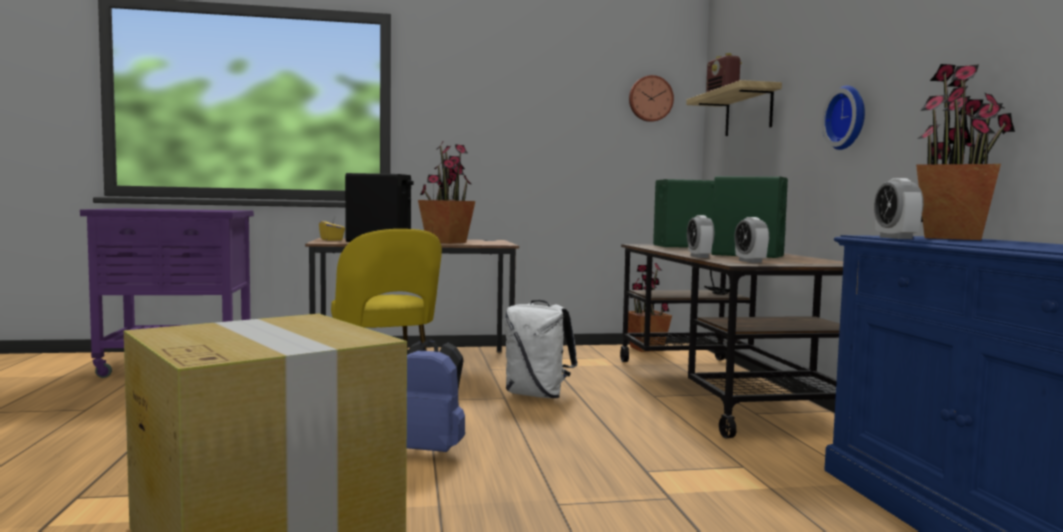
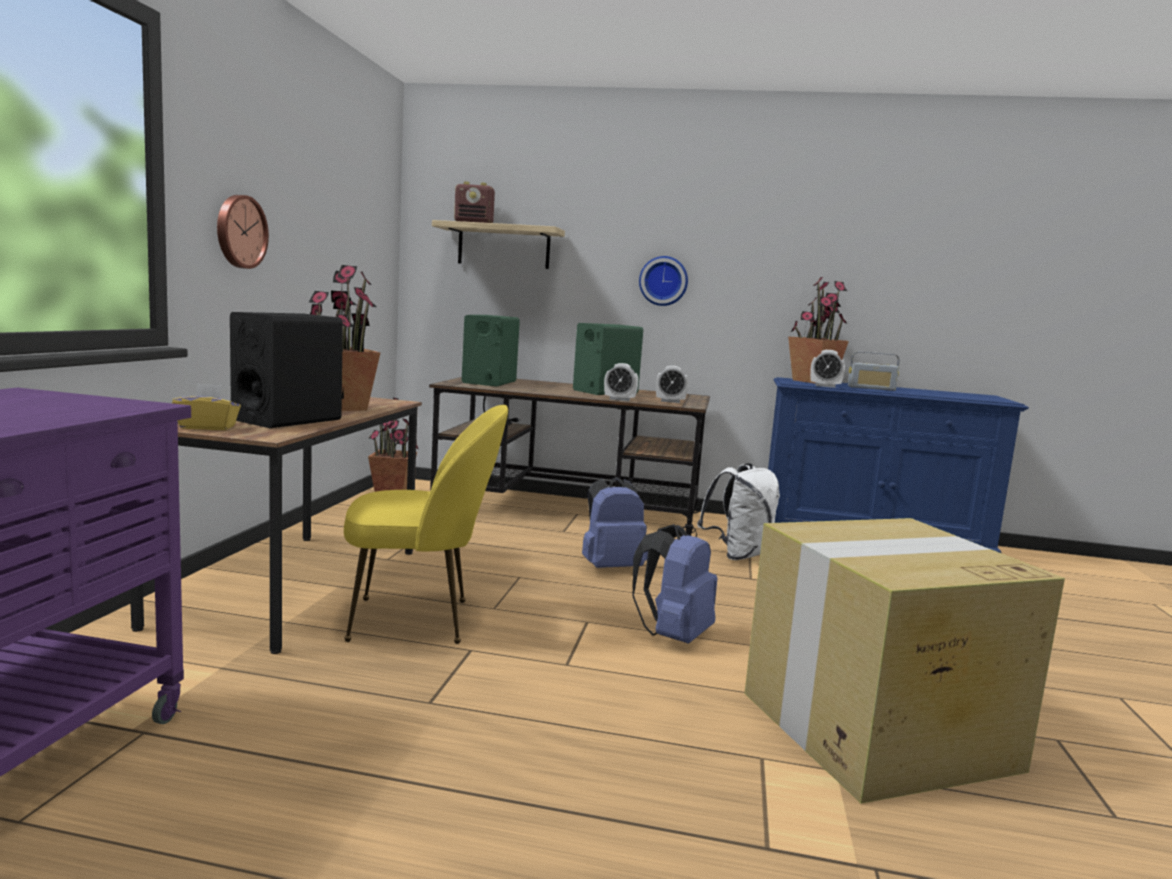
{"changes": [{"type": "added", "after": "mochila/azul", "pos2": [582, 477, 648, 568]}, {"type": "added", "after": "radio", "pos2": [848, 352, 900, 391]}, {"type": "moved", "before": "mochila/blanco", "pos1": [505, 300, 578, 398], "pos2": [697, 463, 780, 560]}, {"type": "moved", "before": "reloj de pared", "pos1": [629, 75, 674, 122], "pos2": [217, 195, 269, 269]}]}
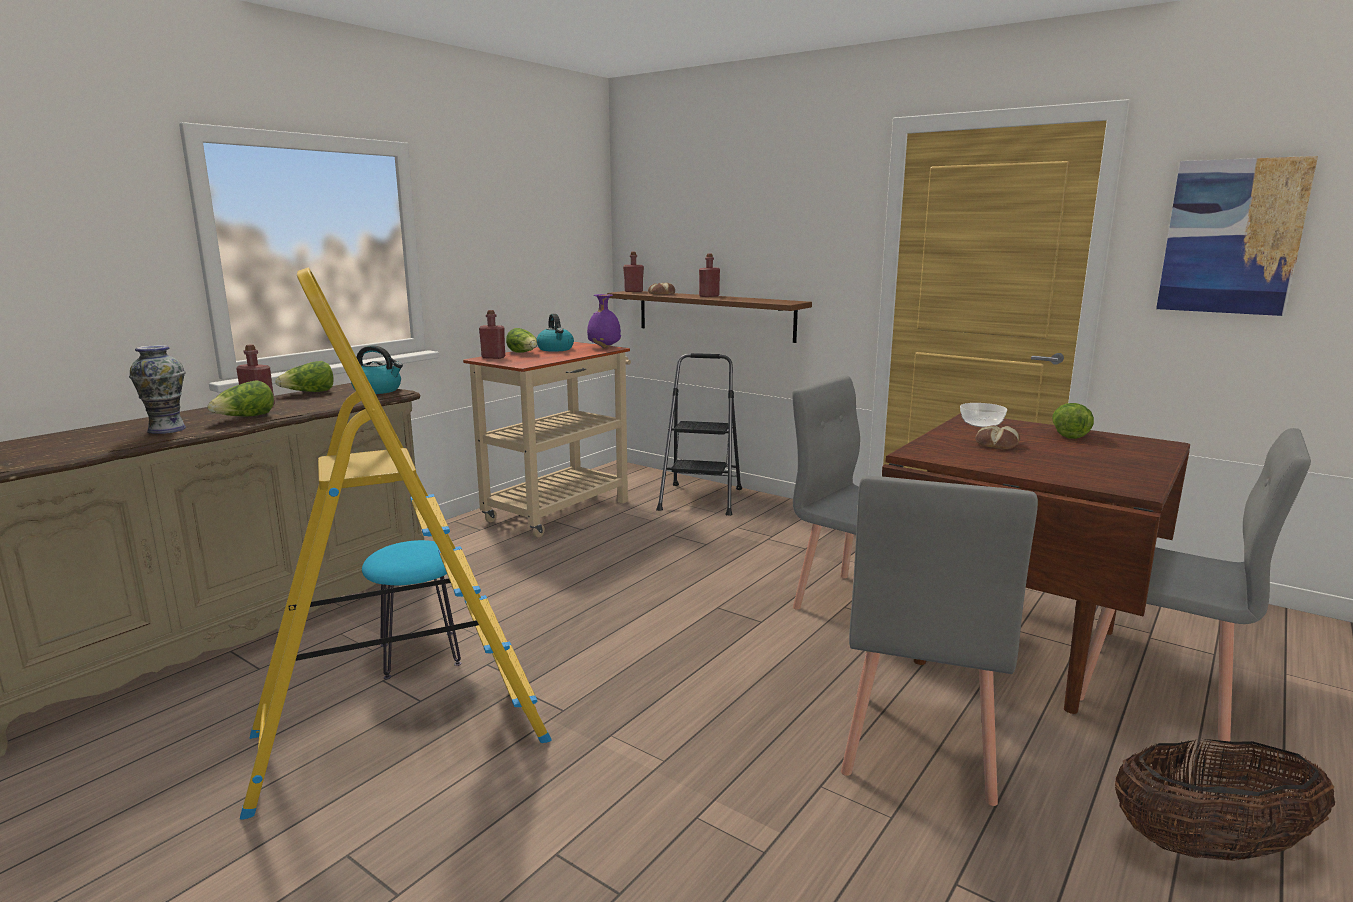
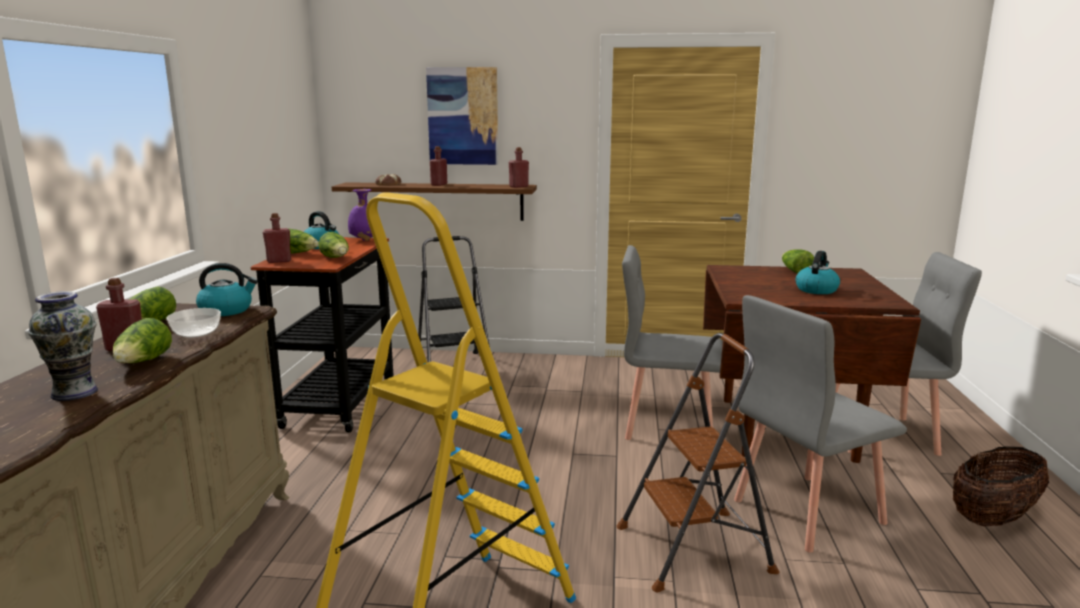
{"changes": [{"type": "removed", "before": "taburete/turquesa", "pos1": [362, 540, 461, 679]}, {"type": "removed", "before": "pan", "pos1": [975, 425, 1020, 449]}, {"type": "added", "after": "lechuga", "pos2": [319, 232, 349, 258]}, {"type": "added", "after": "escalera de tijera/marrón", "pos2": [617, 333, 780, 592]}, {"type": "added", "after": "hervidor", "pos2": [795, 251, 840, 294]}, {"type": "moved", "before": "botella/rojo", "pos1": [623, 252, 644, 292], "pos2": [509, 147, 529, 188]}, {"type": "moved", "before": "cuenco", "pos1": [960, 403, 1007, 427], "pos2": [167, 308, 221, 338]}, {"type": "moved", "before": "cuadro", "pos1": [1156, 156, 1318, 316], "pos2": [426, 67, 498, 165]}, {"type": "recoloured", "before": "carrito/beis", "after": "carrito/negro", "pos1": [463, 342, 631, 538], "pos2": [251, 237, 394, 432]}, {"type": "turned", "before": "silla/gris", "pos1": [841, 476, 1038, 806], "pos2": [734, 295, 907, 553], "turn": 75}]}
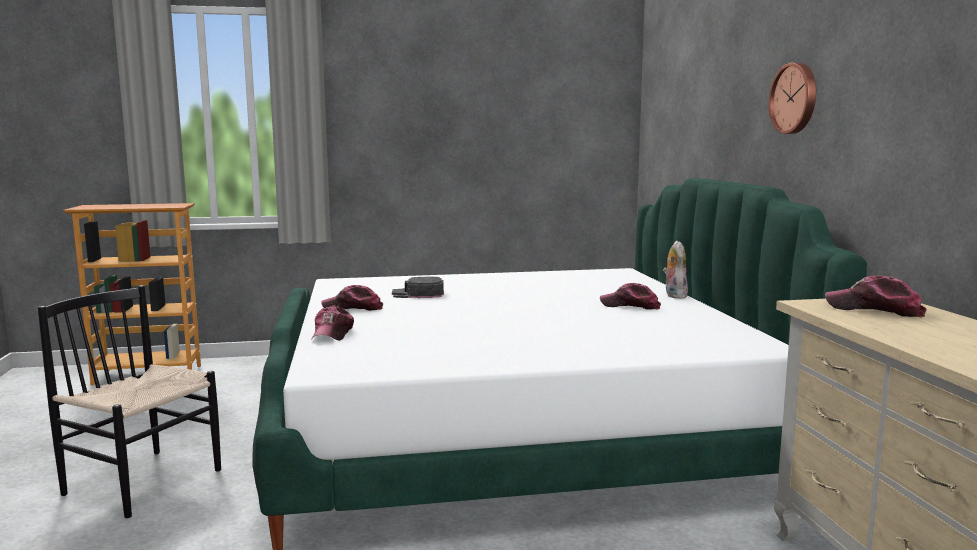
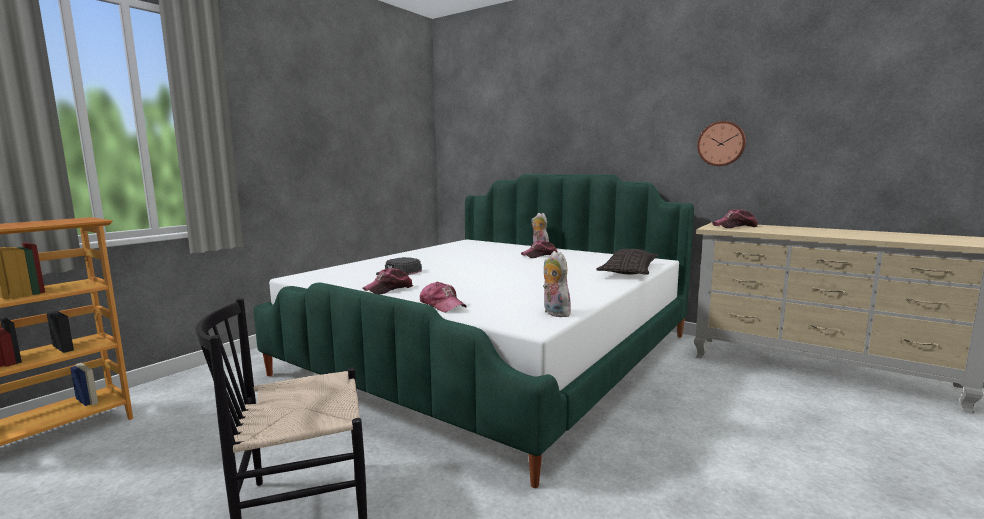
{"changes": [{"type": "added", "after": "peluche", "pos2": [543, 251, 571, 317]}, {"type": "added", "after": "cojín", "pos2": [596, 249, 658, 275]}, {"type": "moved", "before": "reloj de pared", "pos1": [769, 63, 816, 134], "pos2": [697, 121, 746, 166]}]}
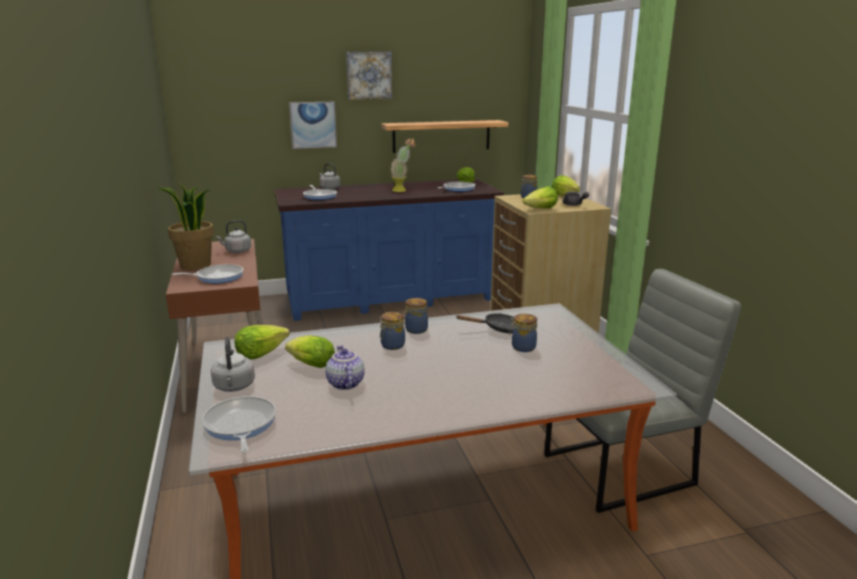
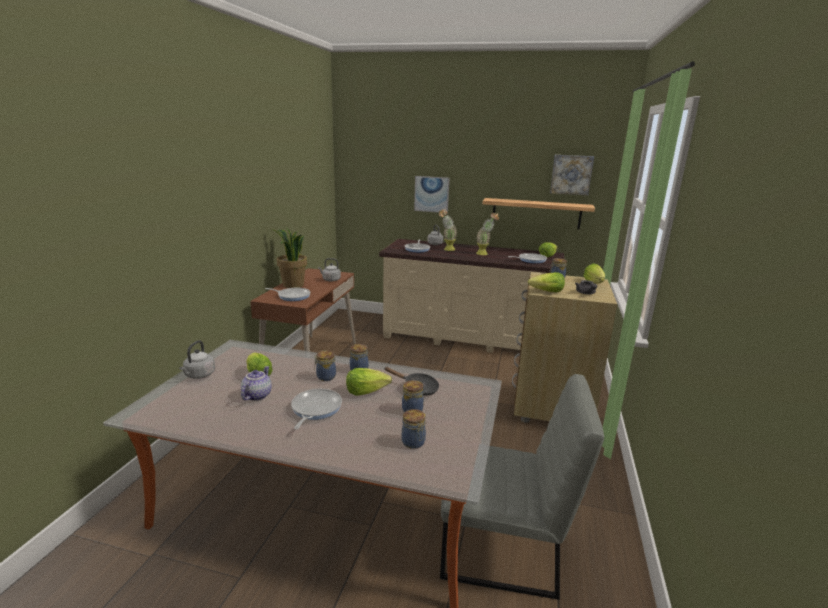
{"changes": [{"type": "added", "after": "tarro", "pos2": [402, 409, 426, 449]}, {"type": "added", "after": "planta en maceta", "pos2": [439, 209, 457, 251]}, {"type": "moved", "before": "sartén", "pos1": [202, 396, 276, 453], "pos2": [291, 389, 342, 430]}, {"type": "moved", "before": "lechuga", "pos1": [235, 325, 290, 359], "pos2": [346, 368, 392, 395]}, {"type": "moved", "before": "cuadro", "pos1": [346, 52, 392, 100], "pos2": [550, 155, 594, 196]}, {"type": "recoloured", "before": "armario/azul", "after": "armario/beis", "pos1": [274, 178, 504, 321], "pos2": [379, 239, 564, 353]}]}
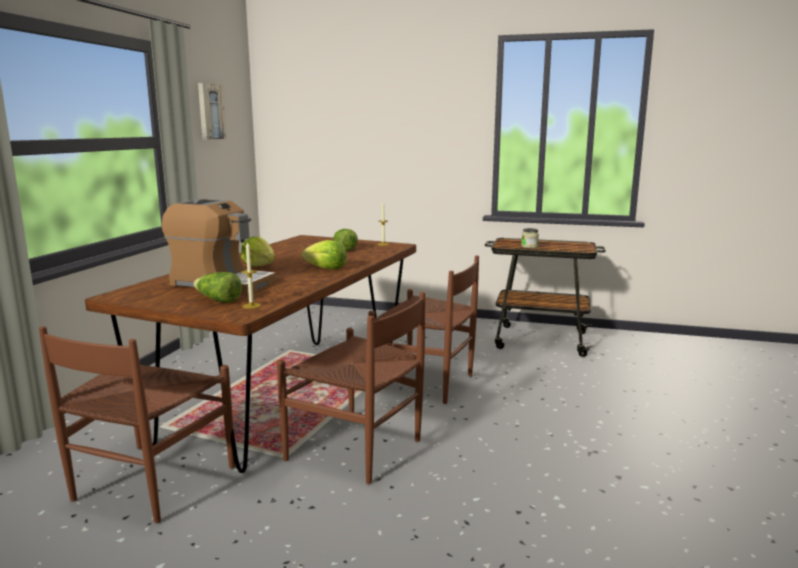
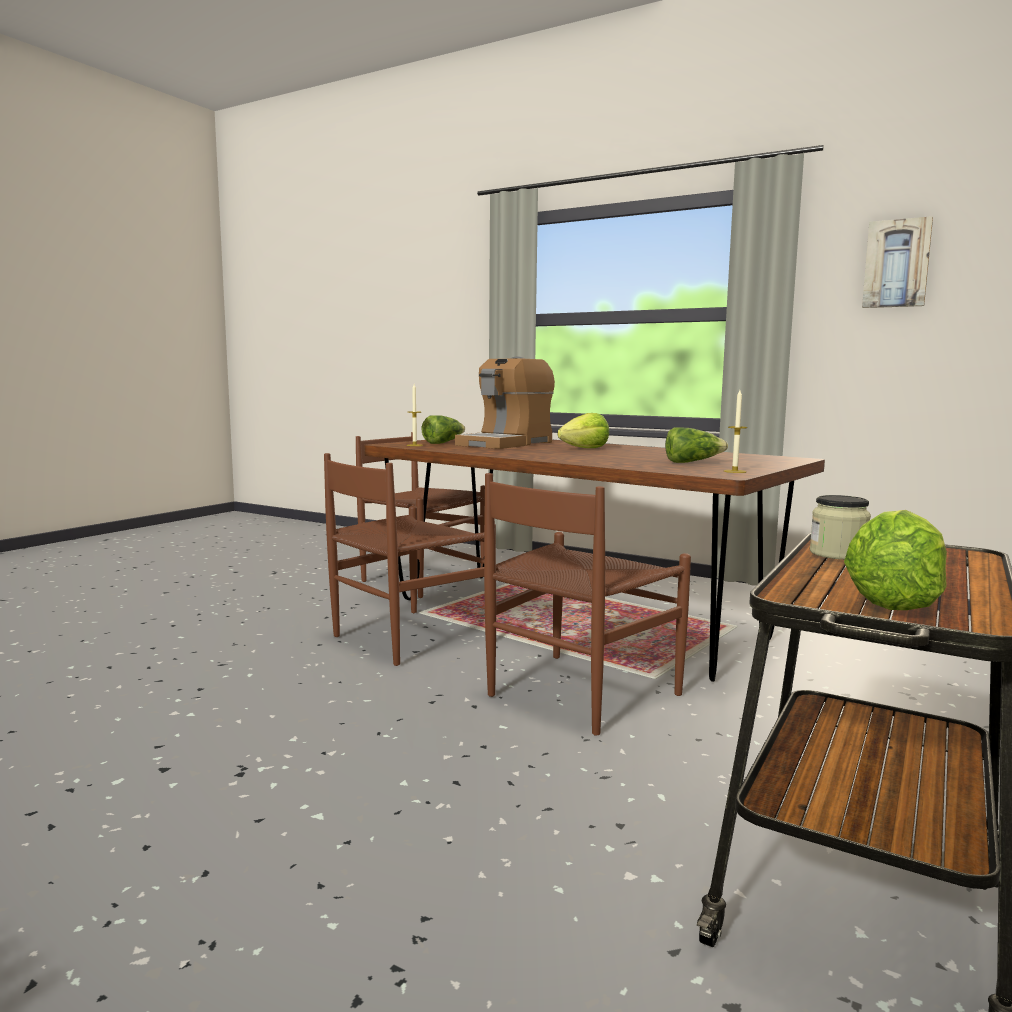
{"changes": [{"type": "moved", "before": "lechuga", "pos1": [301, 240, 347, 270], "pos2": [844, 510, 947, 610]}]}
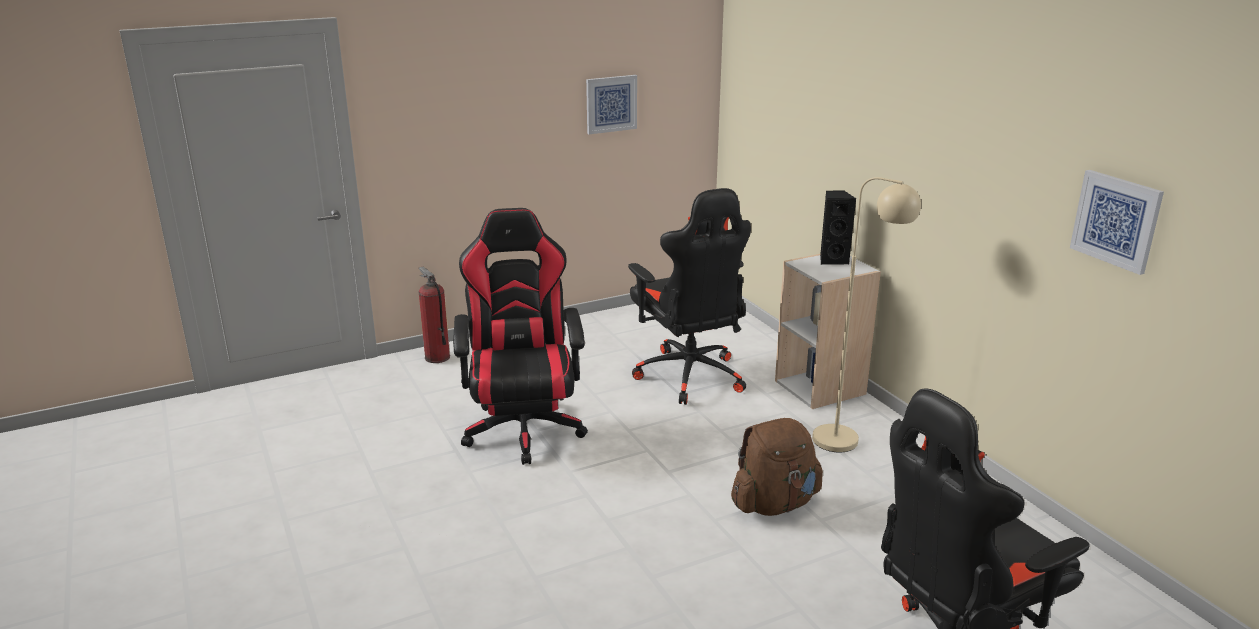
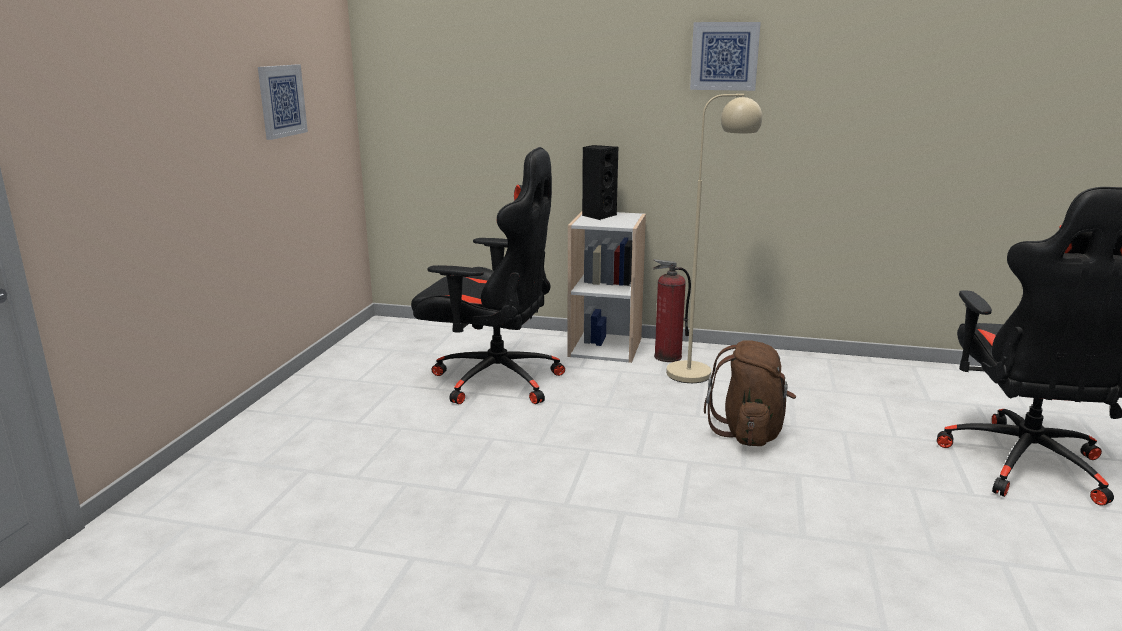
{"changes": [{"type": "removed", "before": "silla de oficina/negro", "pos1": [453, 208, 588, 465]}, {"type": "moved", "before": "extintor", "pos1": [418, 267, 450, 363], "pos2": [653, 259, 691, 362]}, {"type": "moved", "before": "cuadro", "pos1": [1070, 170, 1164, 275], "pos2": [690, 22, 761, 91]}]}
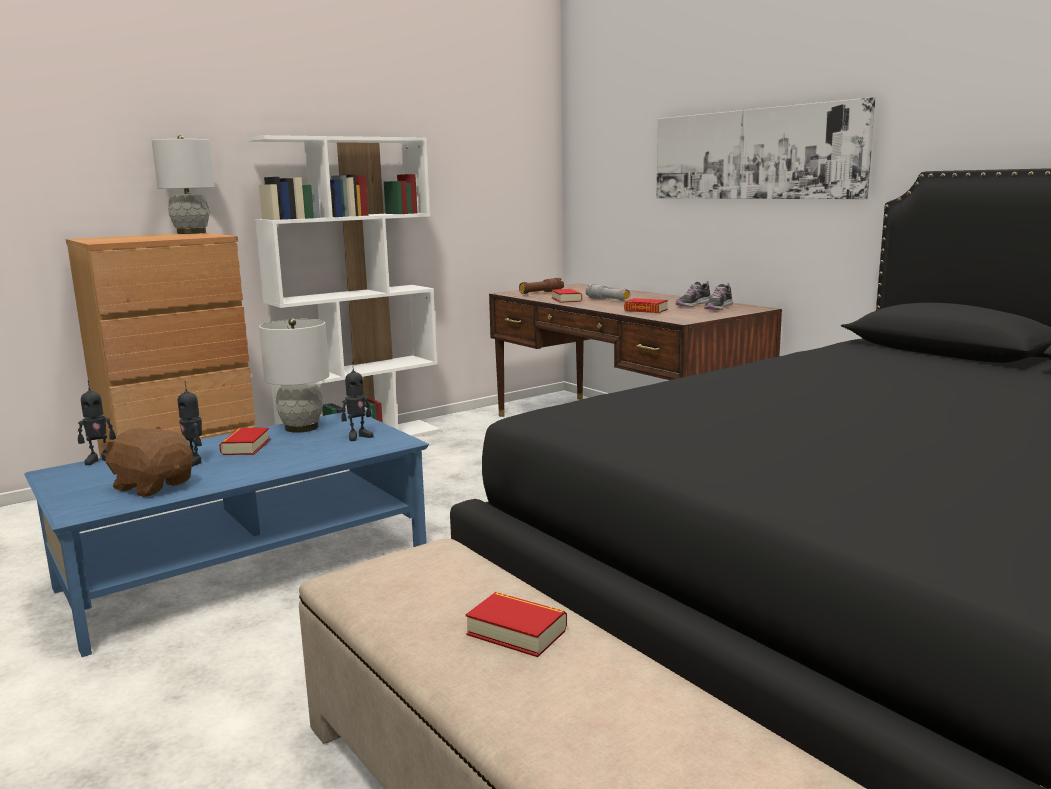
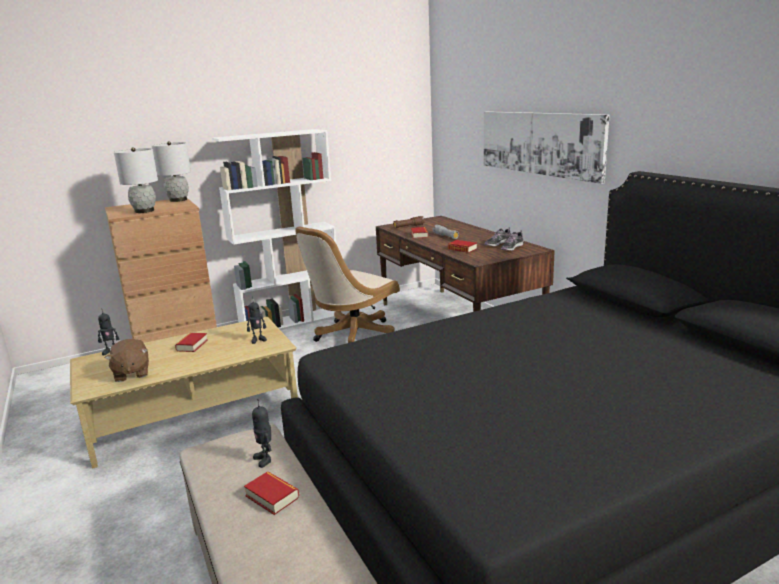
{"changes": [{"type": "added", "after": "silla de oficina", "pos2": [295, 226, 400, 343]}, {"type": "moved", "before": "robot de juguete", "pos1": [178, 381, 202, 467], "pos2": [252, 399, 272, 468]}, {"type": "moved", "before": "lámpara de mesa/blanco", "pos1": [259, 318, 330, 433], "pos2": [114, 147, 158, 213]}, {"type": "recoloured", "before": "mesa de centro/azul", "after": "mesa de centro/beis", "pos1": [24, 411, 429, 657], "pos2": [70, 317, 298, 469]}, {"type": "turned", "before": "peluche/marrón", "pos1": [101, 427, 193, 497], "pos2": [105, 339, 149, 382], "turn": -150}]}
